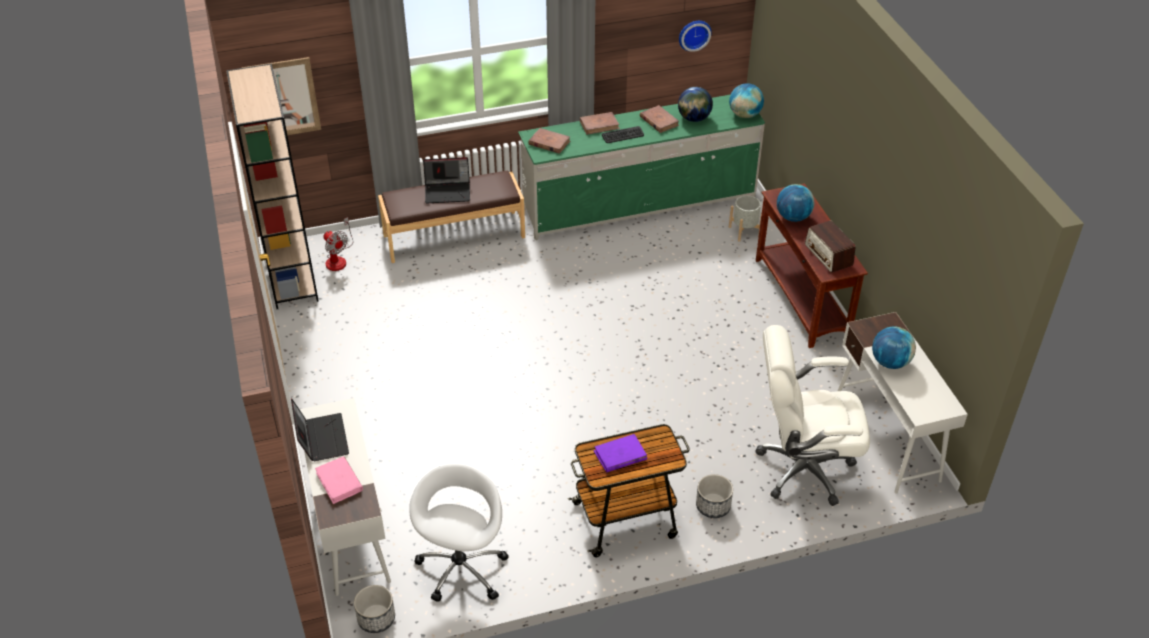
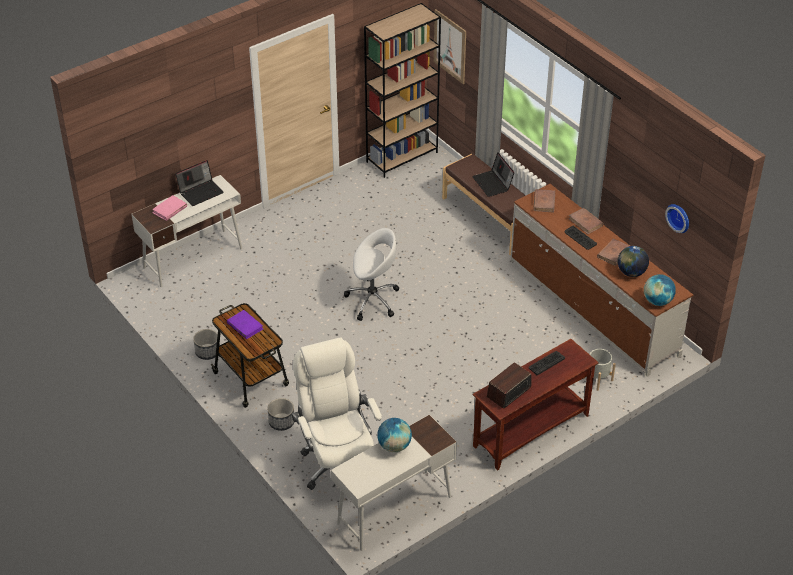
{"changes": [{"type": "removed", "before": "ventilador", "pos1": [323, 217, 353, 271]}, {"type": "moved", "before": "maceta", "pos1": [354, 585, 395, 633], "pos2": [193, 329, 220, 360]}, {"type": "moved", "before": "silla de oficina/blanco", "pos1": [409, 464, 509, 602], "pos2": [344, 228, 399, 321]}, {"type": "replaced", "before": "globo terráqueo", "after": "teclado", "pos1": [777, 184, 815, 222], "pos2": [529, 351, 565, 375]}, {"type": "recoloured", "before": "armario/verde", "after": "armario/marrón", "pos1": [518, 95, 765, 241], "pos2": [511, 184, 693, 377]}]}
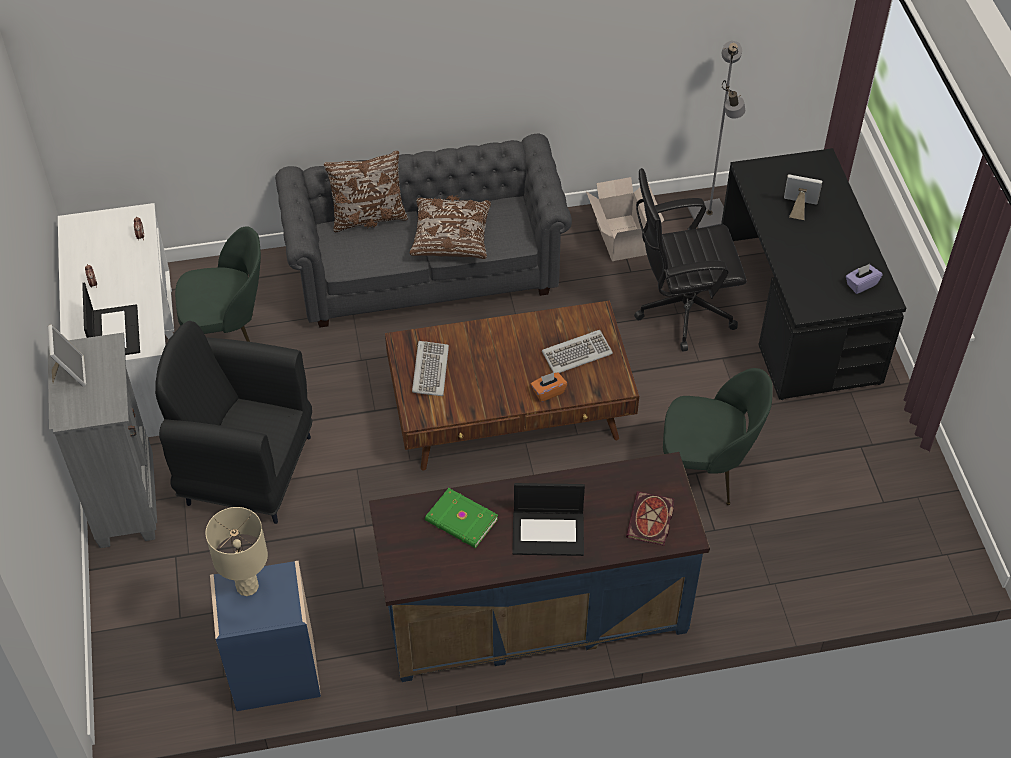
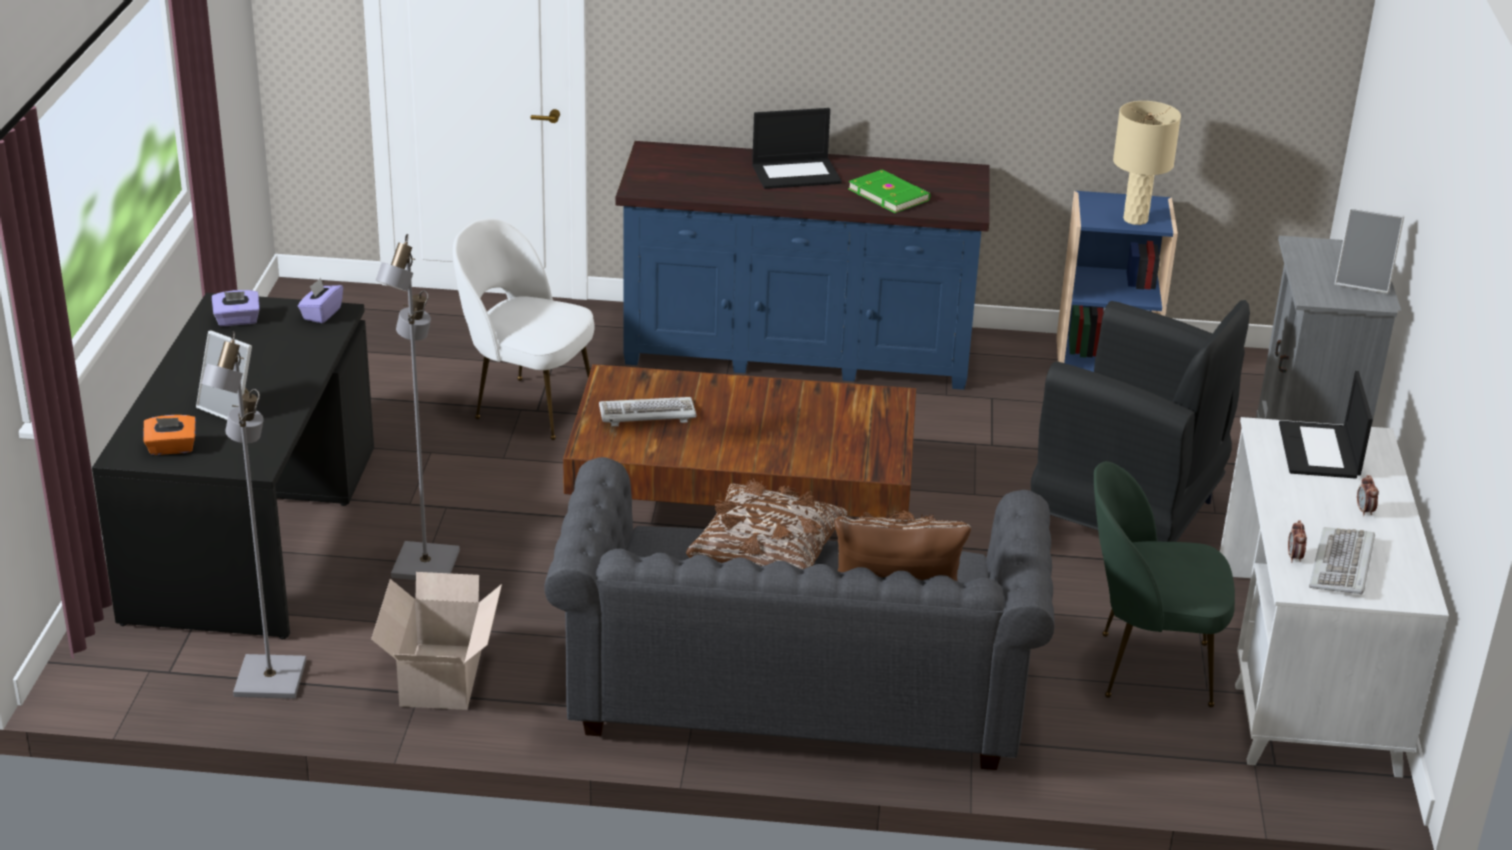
{"changes": [{"type": "removed", "before": "libro", "pos1": [626, 491, 674, 546]}, {"type": "added", "after": "caja de pañuelos/morado", "pos2": [298, 278, 343, 323]}, {"type": "moved", "before": "teclado", "pos1": [412, 341, 449, 396], "pos2": [1309, 527, 1375, 595]}, {"type": "moved", "before": "caja de pañuelos/naranja", "pos1": [531, 372, 567, 402], "pos2": [143, 415, 196, 455]}, {"type": "replaced", "before": "silla de oficina/negro", "after": "lámpara de pie/gris", "pos1": [634, 168, 747, 352], "pos2": [375, 234, 460, 580]}, {"type": "recoloured", "before": "silla/verde", "after": "silla/blanco", "pos1": [663, 368, 773, 505], "pos2": [453, 218, 595, 440]}, {"type": "turned", "before": "portarretratos", "pos1": [48, 325, 86, 386], "pos2": [1335, 207, 1404, 294], "turn": -75}, {"type": "turned", "before": "portátil", "pos1": [512, 483, 585, 556], "pos2": [752, 108, 842, 189], "turn": 150}]}
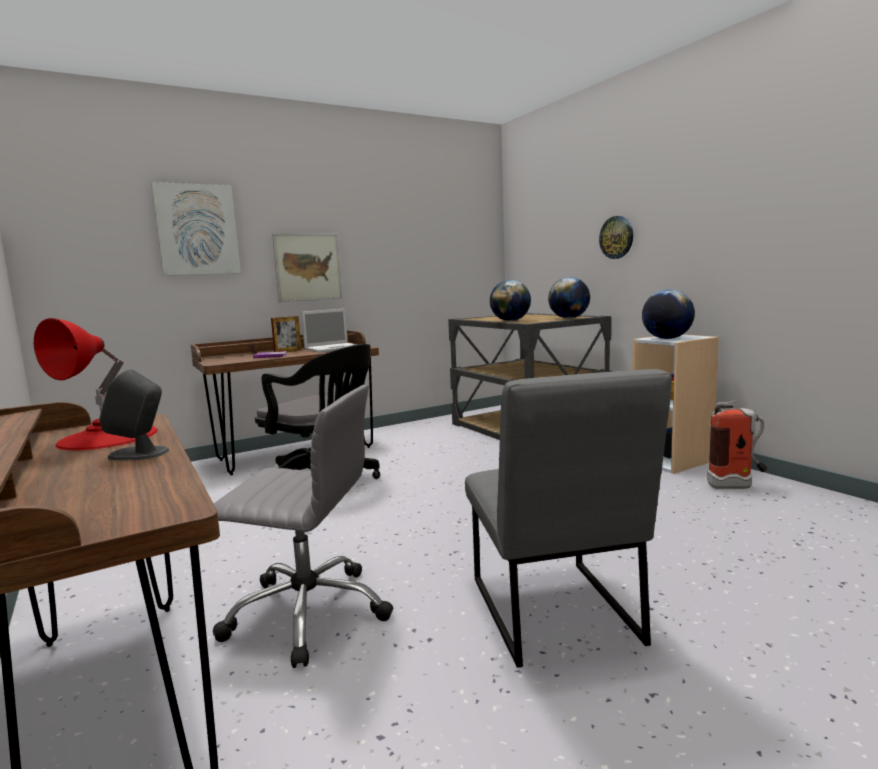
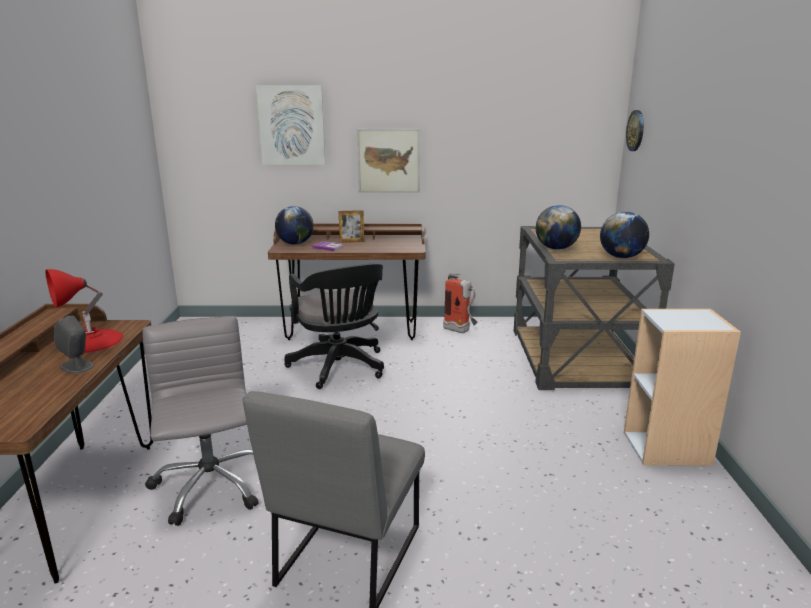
{"changes": [{"type": "removed", "before": "portátil", "pos1": [301, 309, 357, 353]}, {"type": "moved", "before": "reloj de pared", "pos1": [599, 216, 633, 259], "pos2": [626, 110, 644, 151]}, {"type": "moved", "before": "globo terráqueo", "pos1": [642, 290, 695, 339], "pos2": [275, 206, 314, 245]}, {"type": "moved", "before": "extintor", "pos1": [707, 400, 768, 489], "pos2": [443, 273, 478, 333]}, {"type": "turned", "before": "silla de oficina/gris", "pos1": [213, 384, 393, 668], "pos2": [143, 316, 258, 526], "turn": -150}]}
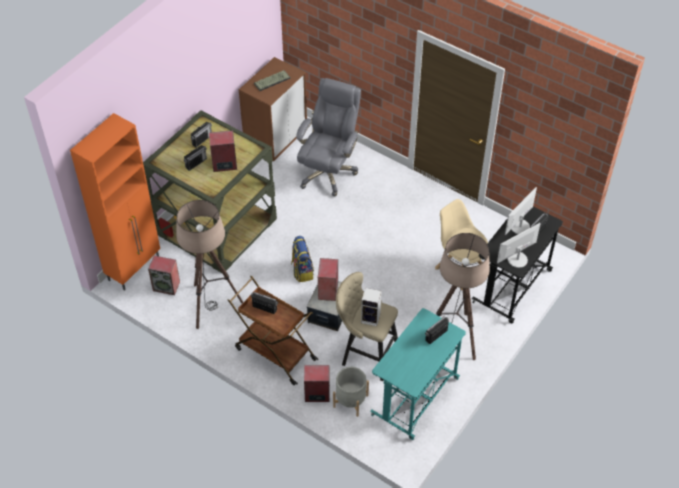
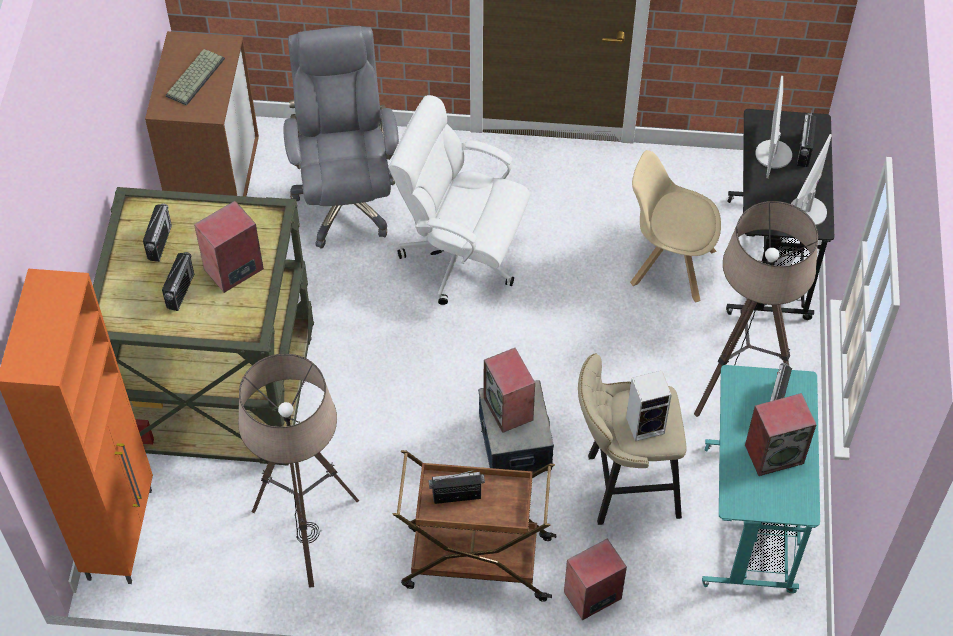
{"changes": [{"type": "removed", "before": "mochila", "pos1": [291, 236, 314, 282]}, {"type": "removed", "before": "maceta/gris", "pos1": [333, 367, 369, 417]}, {"type": "added", "after": "silla de oficina/blanco", "pos2": [389, 95, 530, 305]}, {"type": "moved", "before": "altavoz", "pos1": [148, 256, 180, 295], "pos2": [745, 393, 817, 476]}]}
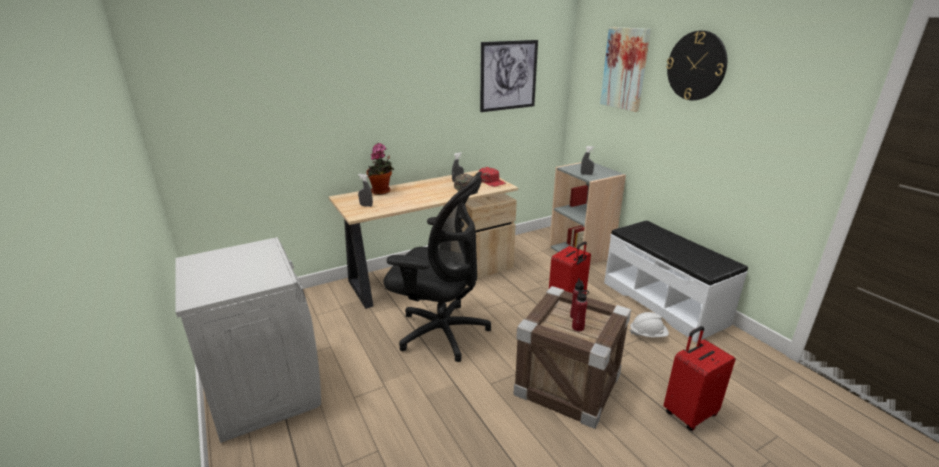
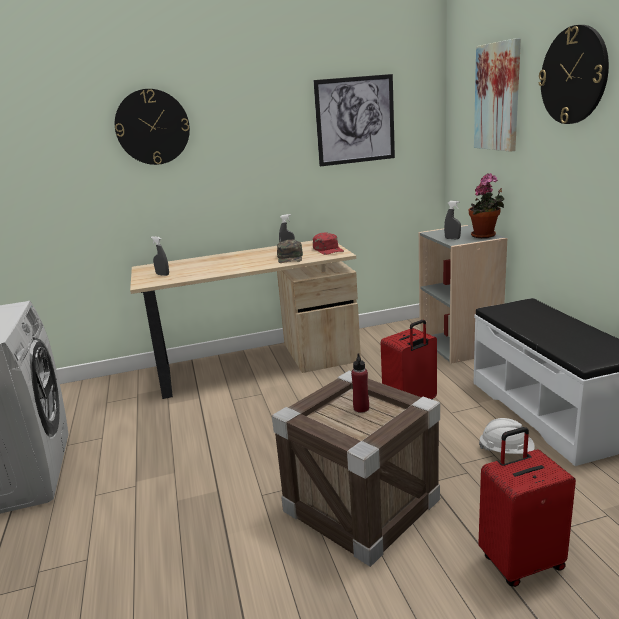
{"changes": [{"type": "removed", "before": "silla de oficina/negro", "pos1": [384, 172, 491, 362]}, {"type": "removed", "before": "botella/rojo", "pos1": [572, 289, 589, 331]}, {"type": "added", "after": "reloj de pared", "pos2": [115, 89, 190, 165]}, {"type": "moved", "before": "planta en maceta", "pos1": [367, 143, 394, 195], "pos2": [469, 173, 504, 238]}]}
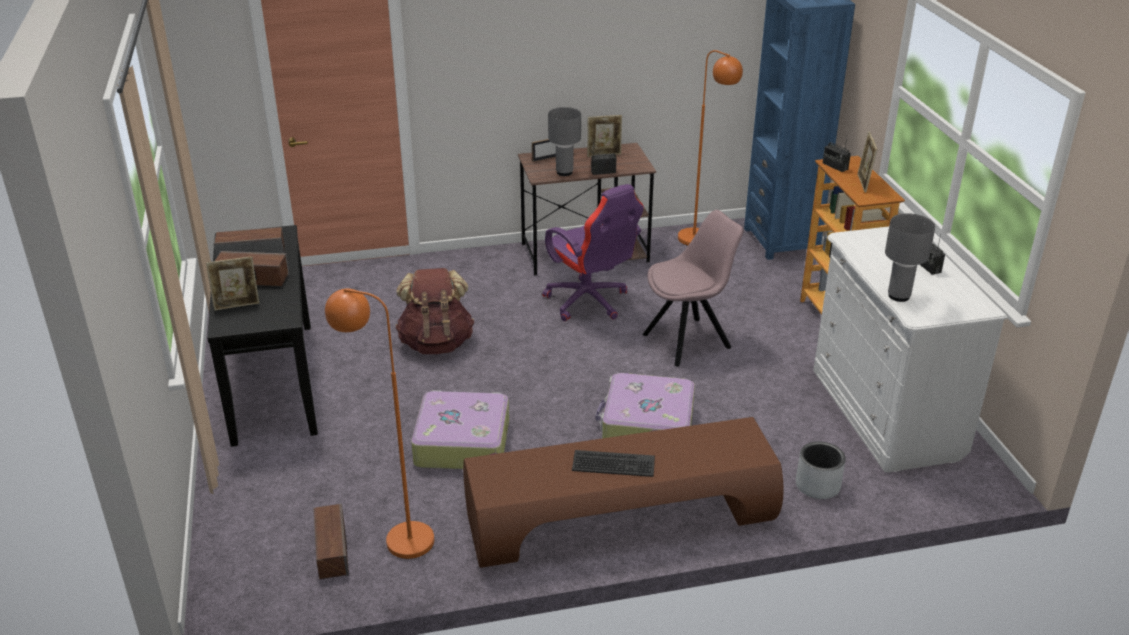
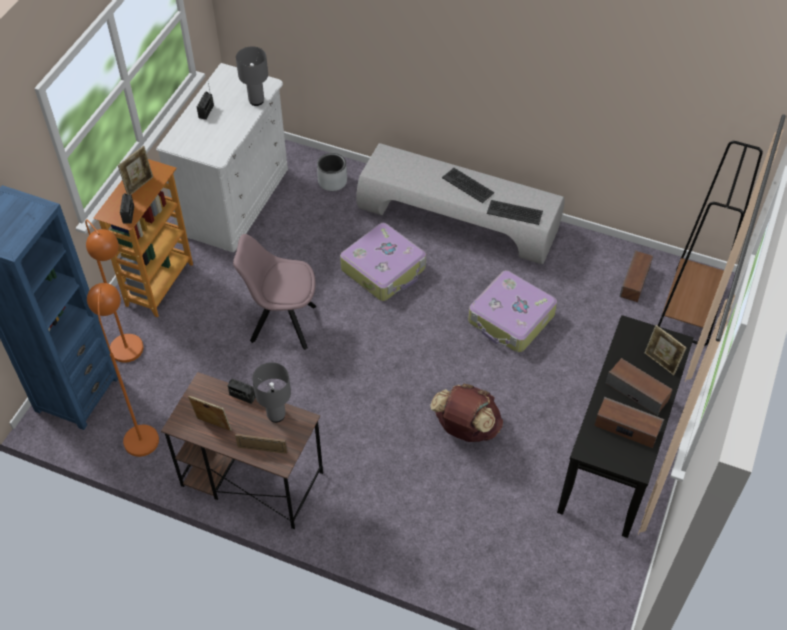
{"changes": [{"type": "removed", "before": "silla de oficina/morado", "pos1": [542, 184, 644, 321]}, {"type": "added", "after": "teclado", "pos2": [487, 200, 543, 225]}, {"type": "added", "after": "perchero", "pos2": [658, 141, 763, 346]}, {"type": "moved", "before": "lámpara de pie/naranja", "pos1": [325, 288, 434, 559], "pos2": [85, 219, 144, 363]}, {"type": "recoloured", "before": "banco/marrón", "after": "banco/gris", "pos1": [463, 417, 783, 568], "pos2": [356, 143, 565, 264]}, {"type": "turned", "before": "portarretratos", "pos1": [206, 256, 259, 311], "pos2": [644, 325, 687, 375], "turn": -150}]}
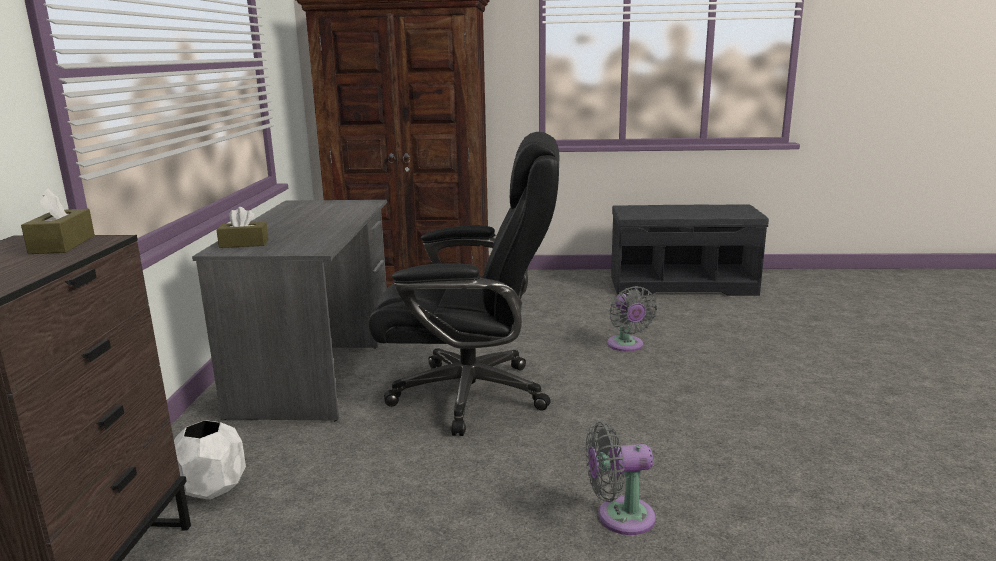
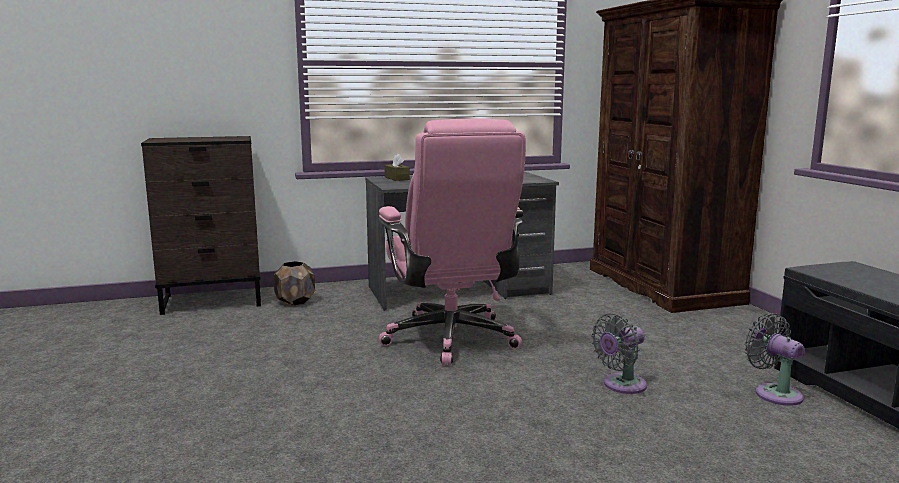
{"changes": [{"type": "removed", "before": "caja de pañuelos/marrón", "pos1": [21, 189, 95, 254]}, {"type": "moved", "before": "ventilador/gris", "pos1": [586, 421, 656, 535], "pos2": [744, 313, 805, 406]}, {"type": "recoloured", "before": "maceta/blanco", "after": "maceta/marrón", "pos1": [174, 420, 246, 500], "pos2": [273, 261, 315, 305]}, {"type": "recoloured", "before": "silla de oficina/negro", "after": "silla de oficina/rosa", "pos1": [368, 132, 559, 436], "pos2": [378, 119, 526, 366]}]}
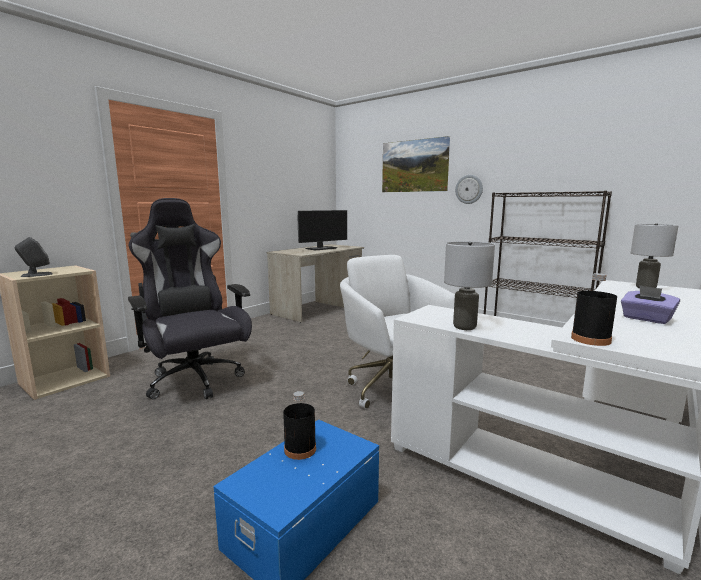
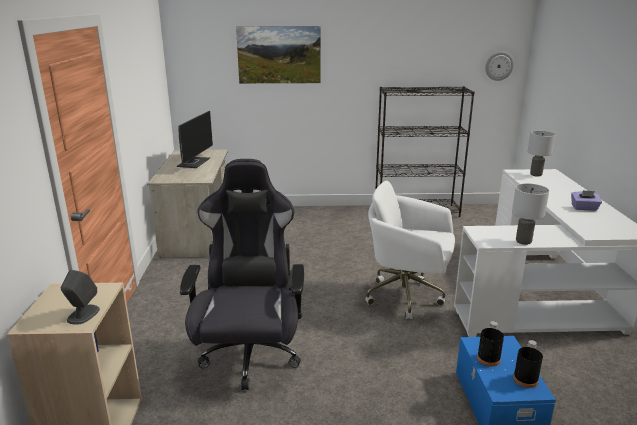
{"changes": [{"type": "moved", "before": "reloj de pared", "pos1": [455, 175, 483, 204], "pos2": [485, 51, 514, 81]}, {"type": "moved", "before": "botella/negro", "pos1": [571, 273, 617, 346], "pos2": [513, 340, 543, 388]}, {"type": "turned", "before": "silla de oficina/negro", "pos1": [128, 198, 252, 399], "pos2": [180, 159, 304, 390], "turn": 75}]}
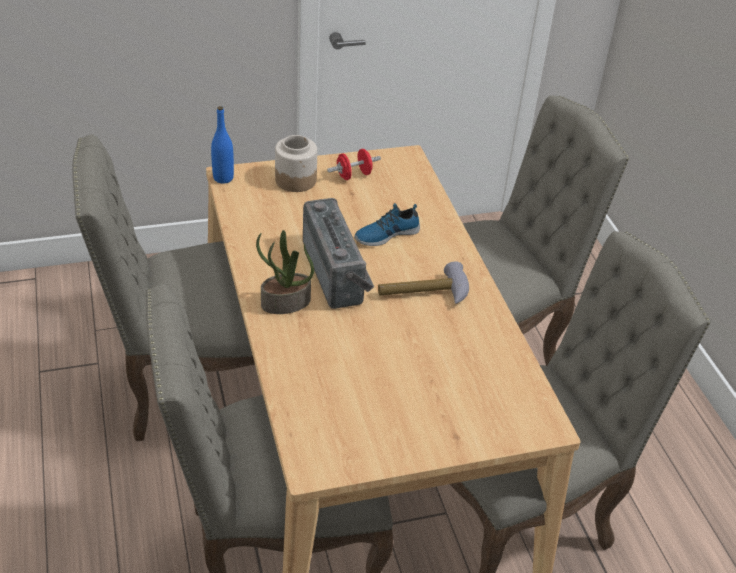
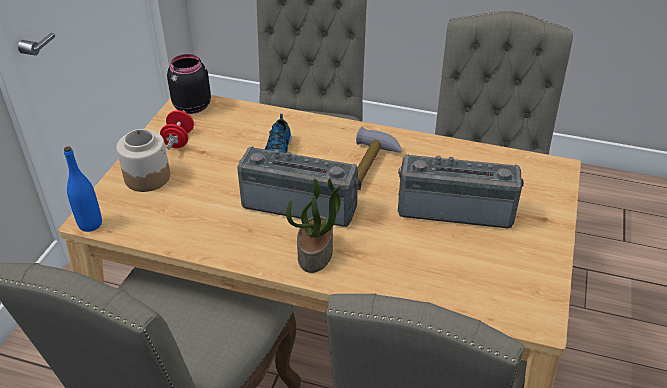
{"changes": [{"type": "added", "after": "tarro/negro", "pos2": [167, 54, 211, 114]}, {"type": "added", "after": "radio", "pos2": [398, 154, 524, 228]}]}
